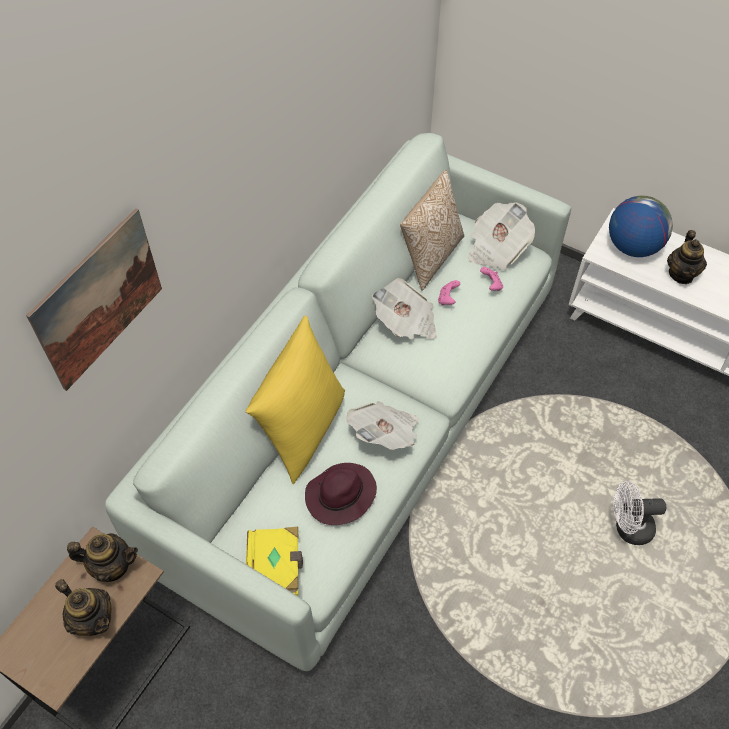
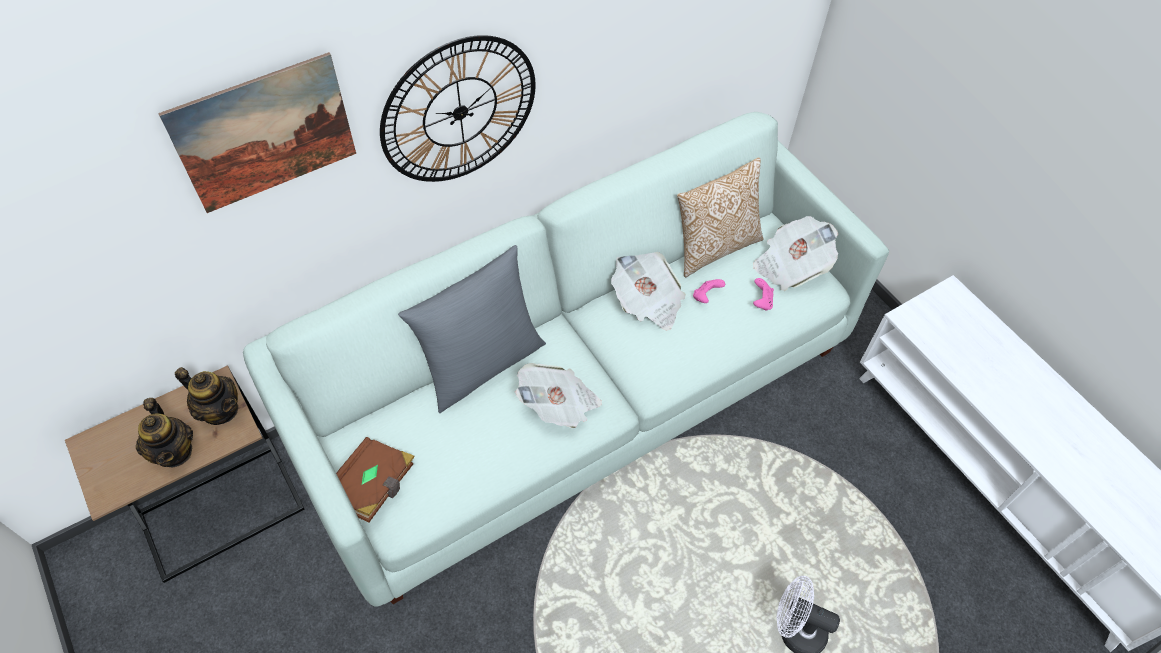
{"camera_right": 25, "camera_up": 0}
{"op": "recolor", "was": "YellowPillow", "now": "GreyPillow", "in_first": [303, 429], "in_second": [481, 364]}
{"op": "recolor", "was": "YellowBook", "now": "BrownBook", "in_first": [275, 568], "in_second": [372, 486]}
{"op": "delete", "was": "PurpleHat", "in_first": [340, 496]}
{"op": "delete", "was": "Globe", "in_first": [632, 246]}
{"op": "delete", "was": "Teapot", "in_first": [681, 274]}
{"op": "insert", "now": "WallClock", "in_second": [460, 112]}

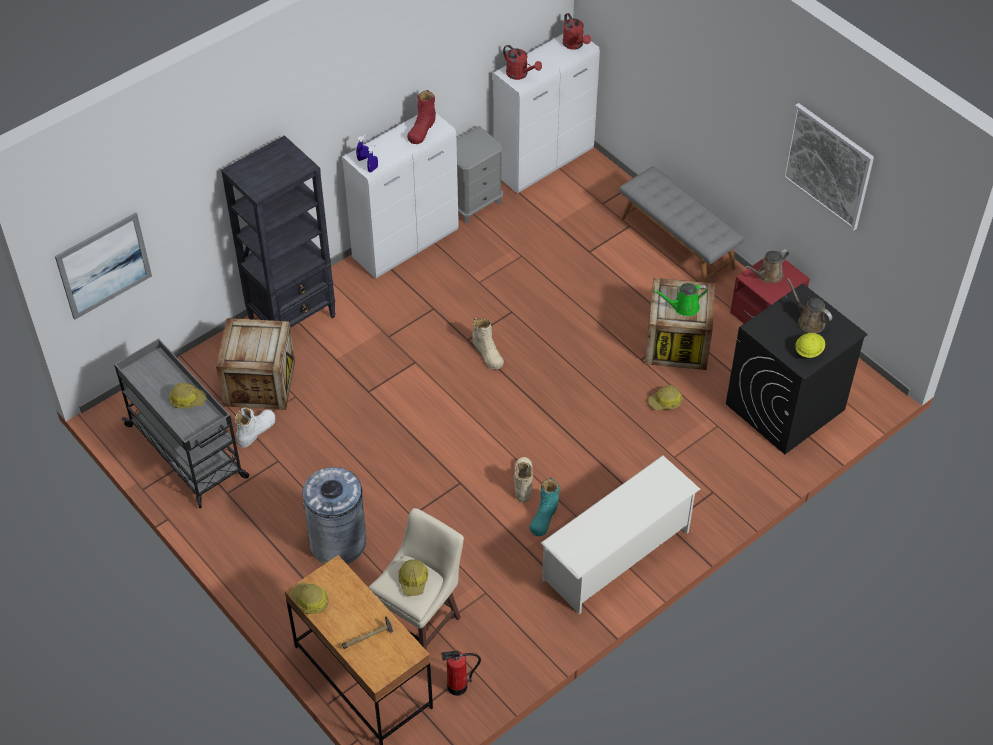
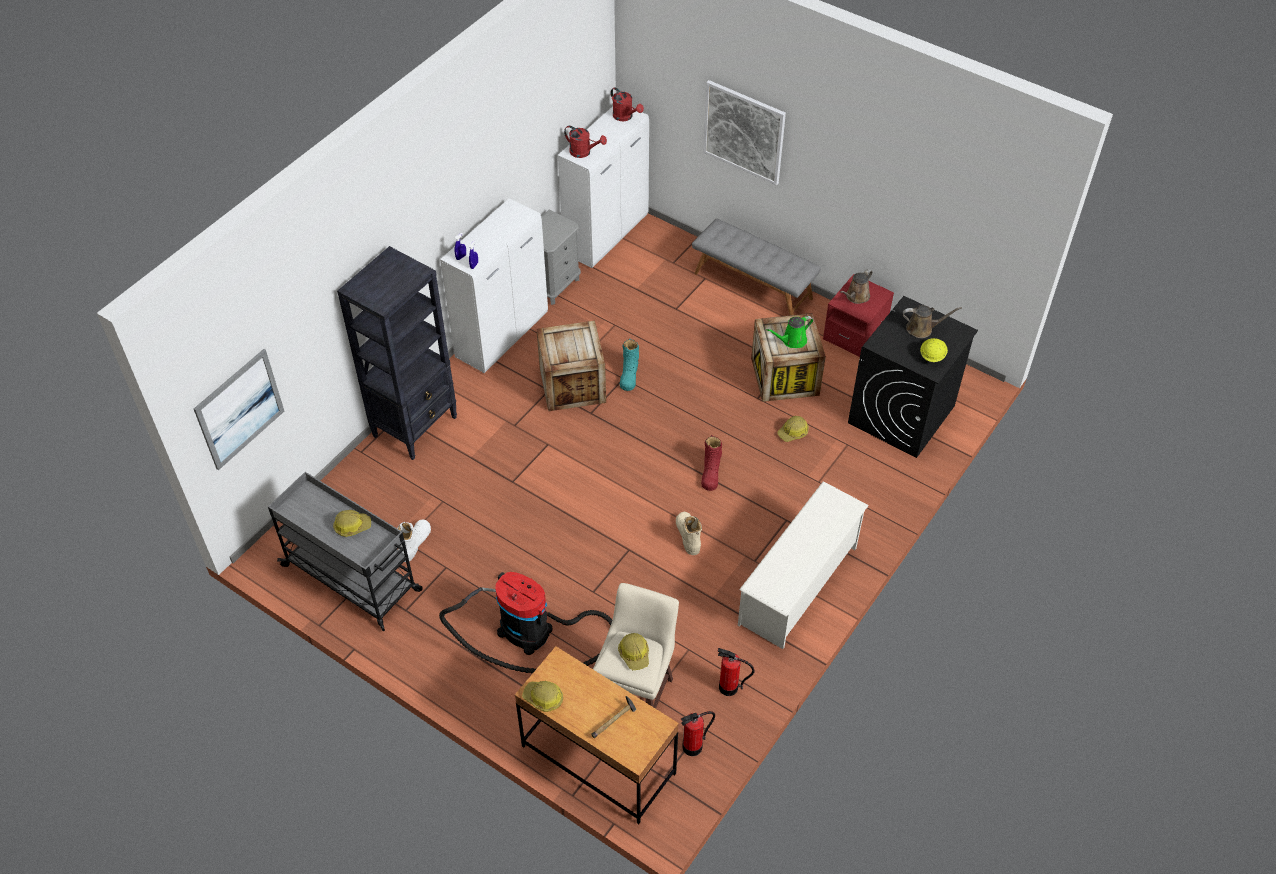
{"camera_right": -15, "camera_up": 0}
{"op": "move", "was": "Crate", "in_first": [260, 383], "in_second": [572, 385]}
{"op": "replace", "was": "GreyTrashCan", "now": "VacuumCleaner", "in_first": [338, 542], "in_second": [531, 633]}
{"op": "move", "was": "RedBoot", "in_first": [422, 129], "in_second": [711, 472]}
{"op": "delete", "was": "BeigeBoot", "in_first": [487, 353]}
{"op": "move", "was": "TurquoiseBoot", "in_first": [544, 516], "in_second": [629, 375]}
{"op": "move", "was": "Picture", "in_first": [828, 166], "in_second": [744, 132]}
{"op": "rotate", "was": "BrownWateringCan", "in_first": [809, 321], "in_second": [922, 329], "clockwise": 150}
{"op": "insert", "now": "FireExtinguisher", "in_second": [728, 687]}

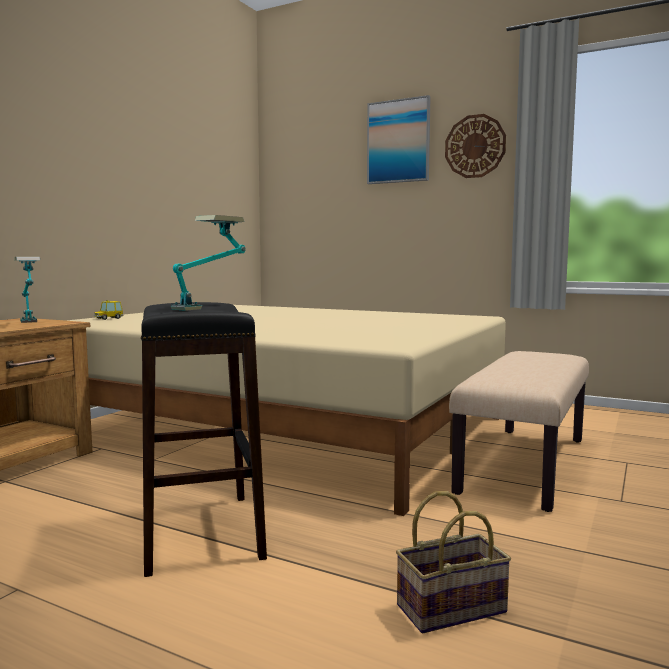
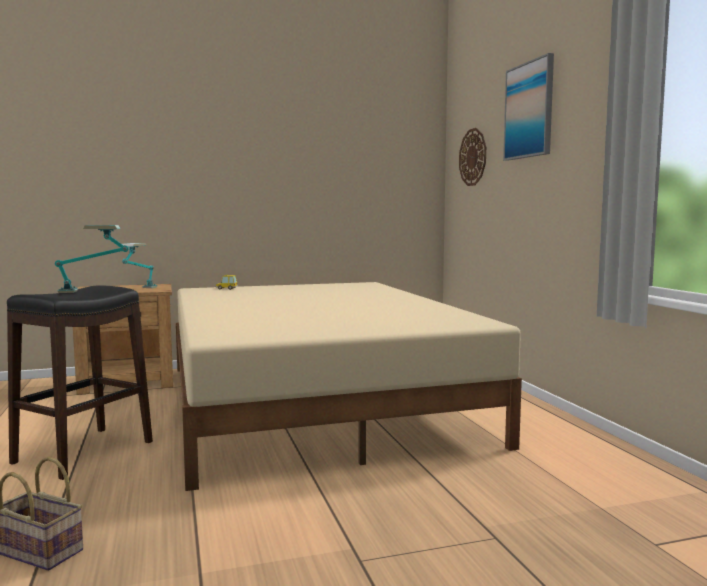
{"camera_right": 45, "camera_up": 0}
{"op": "move", "was": "WallClock", "in_first": [475, 146], "in_second": [473, 157]}
{"op": "delete", "was": "BeigeBench", "in_first": [523, 464]}

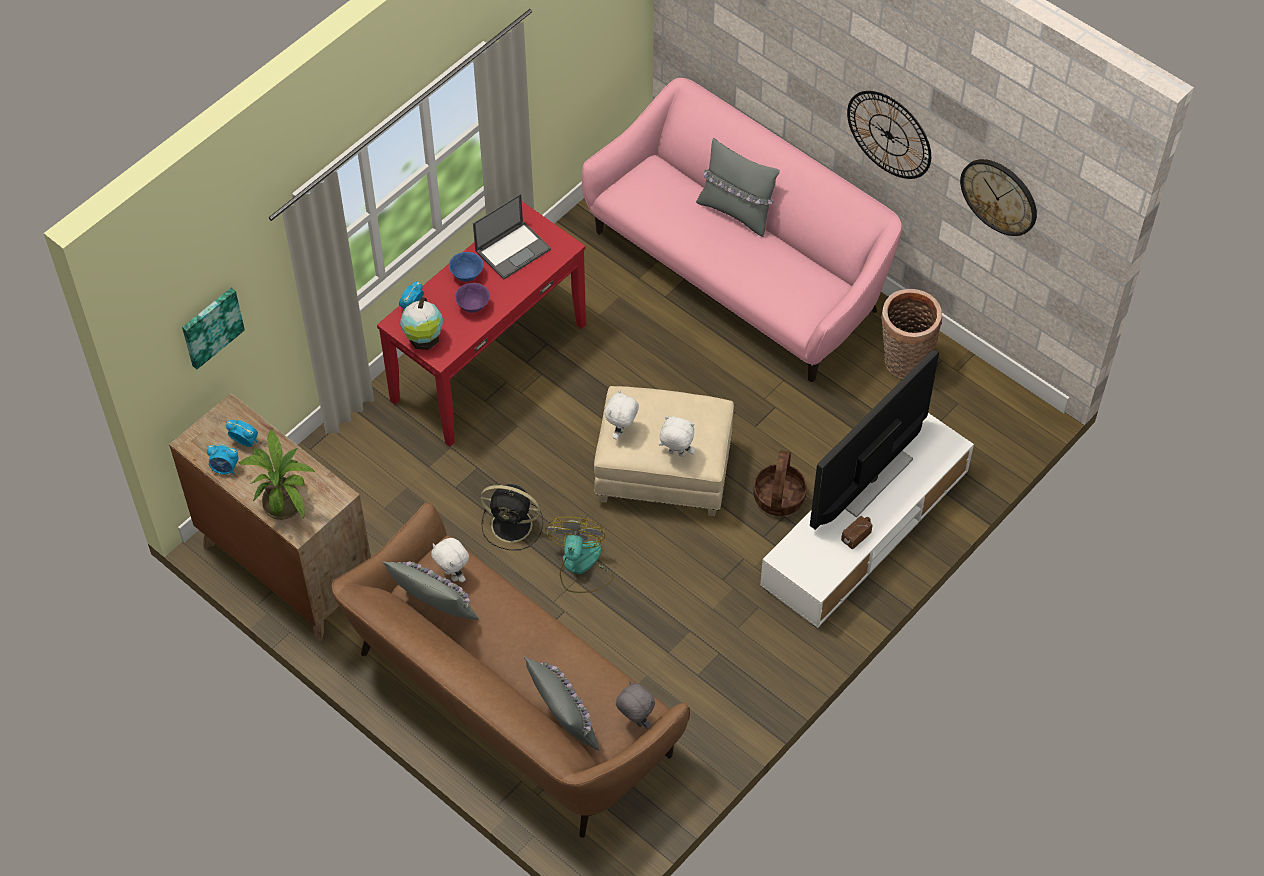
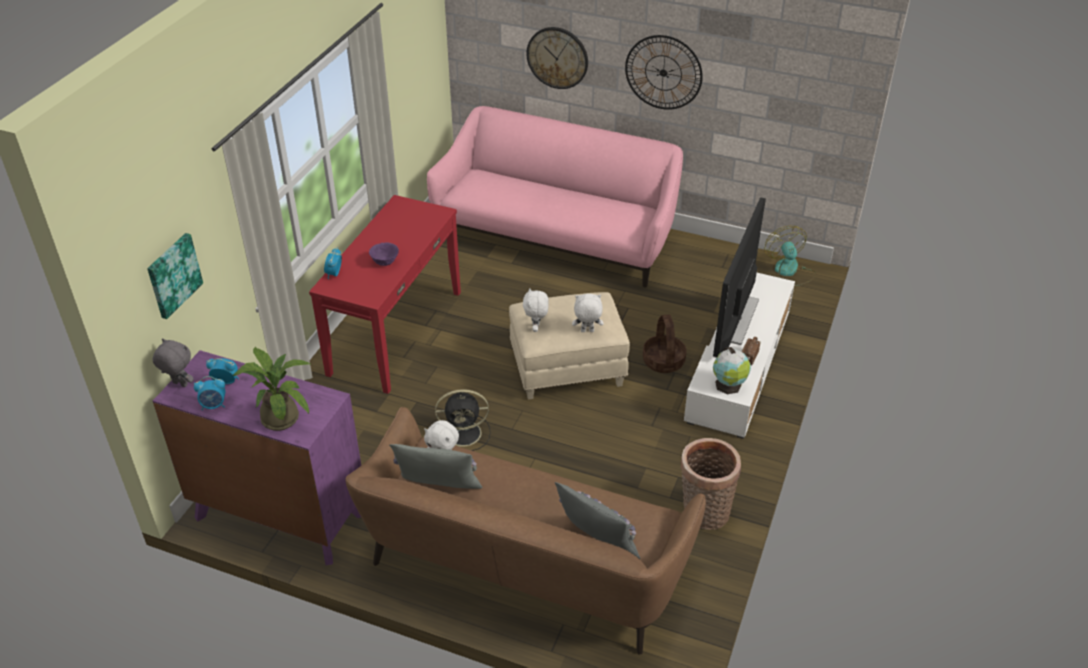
{"camera_right": -20, "camera_up": -15}
{"op": "recolor", "was": "BrownDresser", "now": "PurpleDresser", "in_first": [287, 567], "in_second": [279, 516]}
{"op": "move", "was": "Globe", "in_first": [424, 339], "in_second": [729, 386]}
{"op": "delete", "was": "BlueBowl", "in_first": [467, 275]}
{"op": "delete", "was": "Laptop", "in_first": [513, 249]}
{"op": "move", "was": "Fan", "in_first": [580, 566], "in_second": [789, 271]}
{"op": "move", "was": "GreyPlushToy", "in_first": [635, 721], "in_second": [179, 384]}
{"op": "delete", "was": "GreyPillow", "in_first": [736, 211]}
{"op": "move", "was": "Basket", "in_first": [904, 361], "in_second": [703, 513]}
{"op": "move", "was": "WallClock", "in_first": [999, 196], "in_second": [557, 57]}

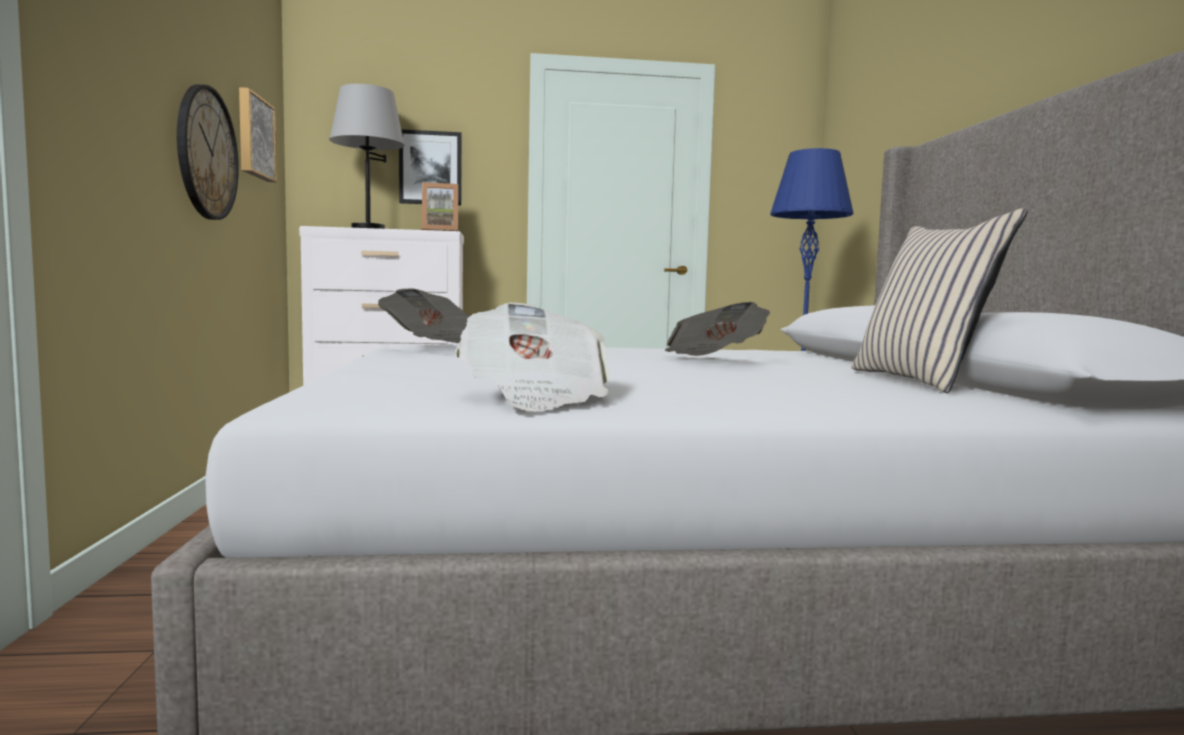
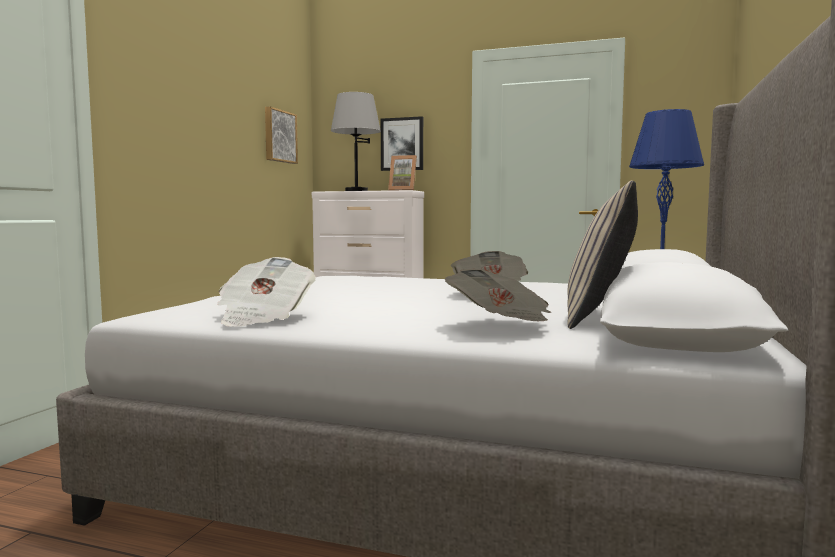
{"camera_right": 25, "camera_up": 0}
{"op": "delete", "was": "WallClock", "in_first": [206, 153]}
{"op": "move", "was": "Newspaper", "in_first": [432, 345], "in_second": [502, 327]}

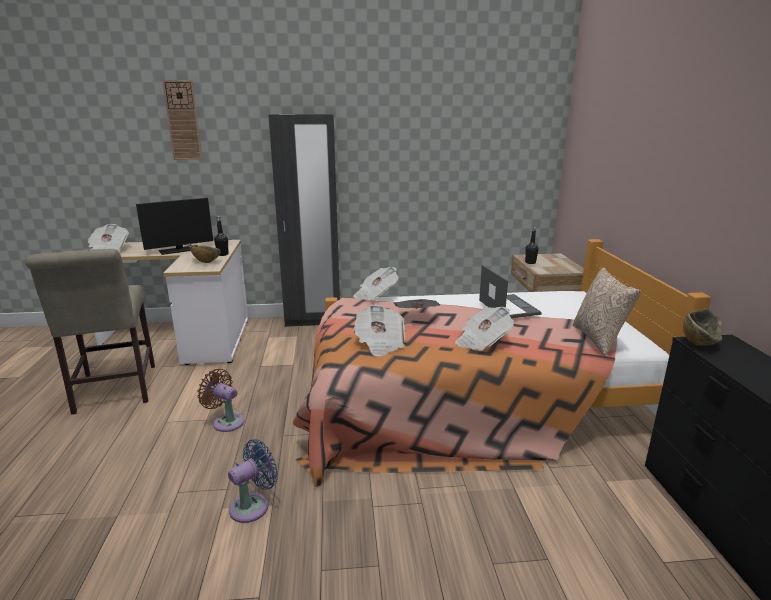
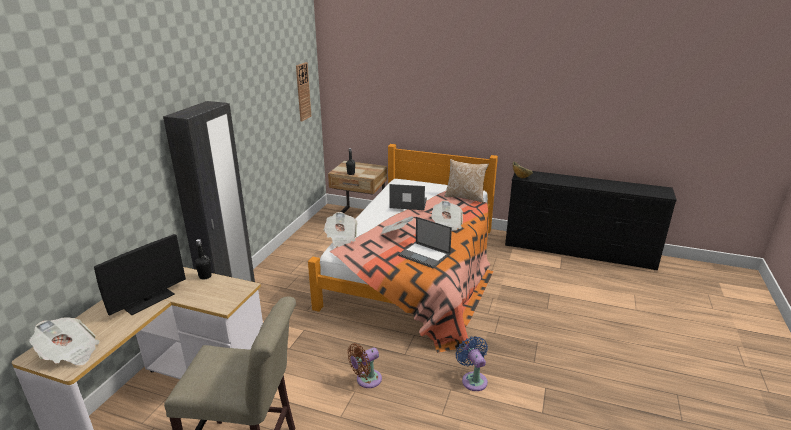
{"camera_right": -65, "camera_up": 5}
{"op": "rotate", "was": "Monitor", "in_first": [179, 250], "in_second": [148, 300], "clockwise": 45}
{"op": "move", "was": "WallClock", "in_first": [183, 121], "in_second": [303, 91]}
{"op": "delete", "was": "Bowl", "in_first": [205, 262]}
{"op": "replace", "was": "Newspaper", "now": "Laptop", "in_first": [380, 344], "in_second": [425, 255]}

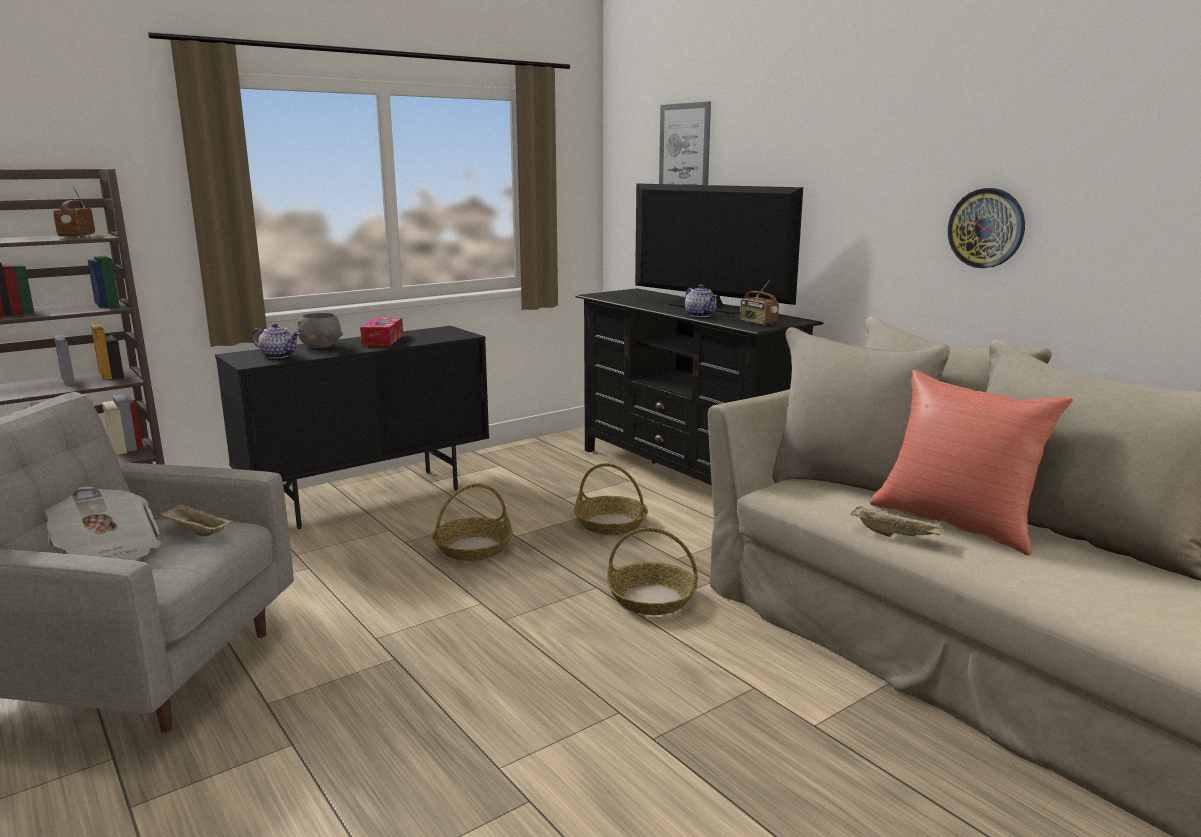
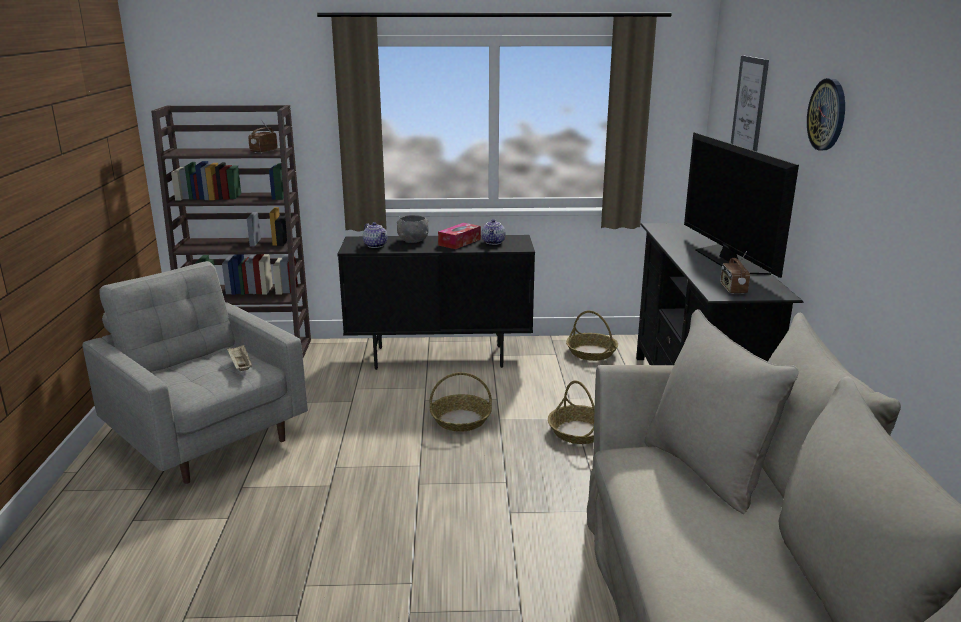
{"camera_right": 35, "camera_up": 5}
{"op": "delete", "was": "Newspaper", "in_first": [109, 553]}
{"op": "move", "was": "Basket", "in_first": [652, 598], "in_second": [591, 352]}
{"op": "move", "was": "Teapot", "in_first": [701, 315], "in_second": [494, 242]}
{"op": "delete", "was": "BeigeTray", "in_first": [897, 535]}
{"op": "delete", "was": "RedPillow", "in_first": [956, 522]}
{"op": "move", "was": "WallClock", "in_first": [986, 228], "in_second": [827, 114]}

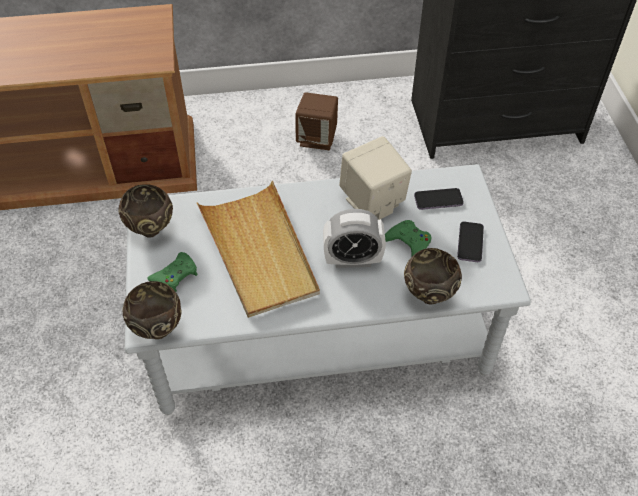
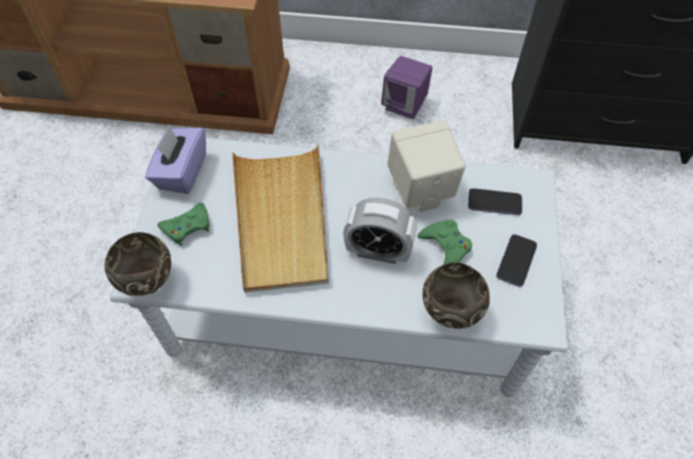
{"camera_right": 15, "camera_up": 5}
{"op": "replace", "was": "BrownBowl", "now": "PurpleTissueBox", "in_first": [152, 230], "in_second": [181, 172]}
{"op": "recolor", "was": "BrownSpeaker", "now": "PurpleSpeaker", "in_first": [317, 139], "in_second": [405, 105]}

